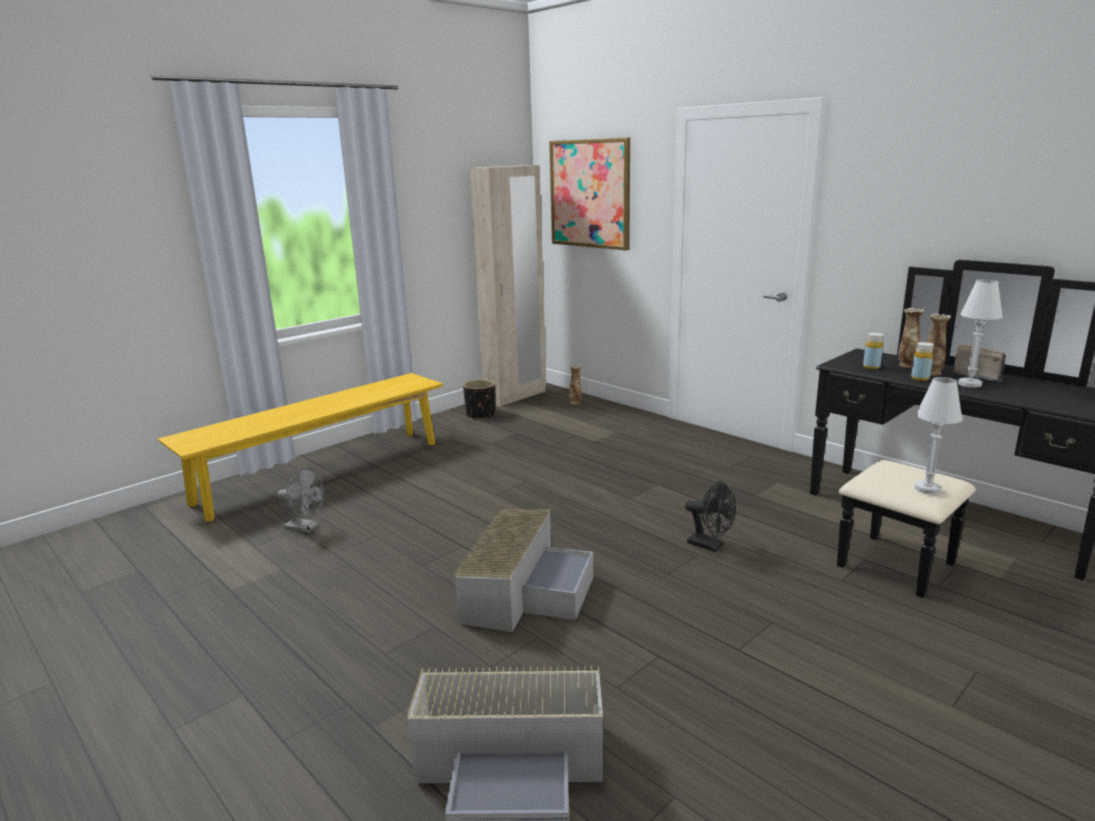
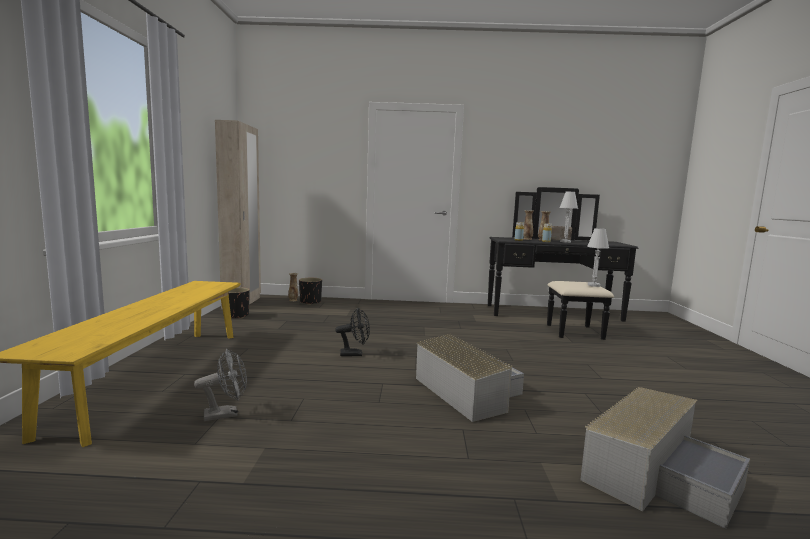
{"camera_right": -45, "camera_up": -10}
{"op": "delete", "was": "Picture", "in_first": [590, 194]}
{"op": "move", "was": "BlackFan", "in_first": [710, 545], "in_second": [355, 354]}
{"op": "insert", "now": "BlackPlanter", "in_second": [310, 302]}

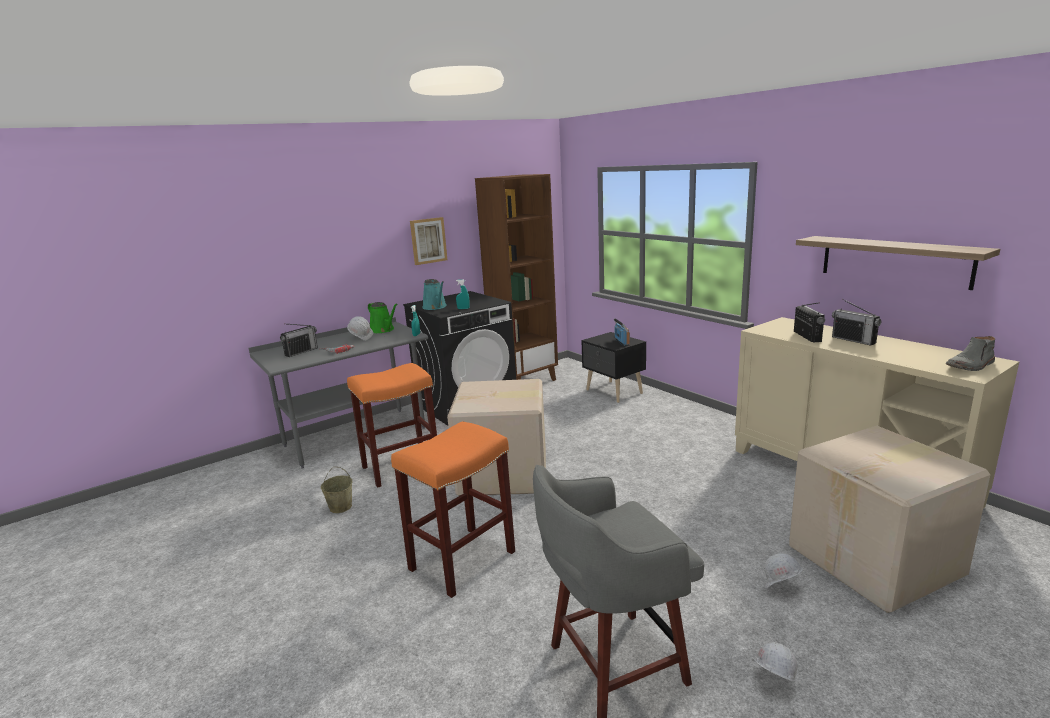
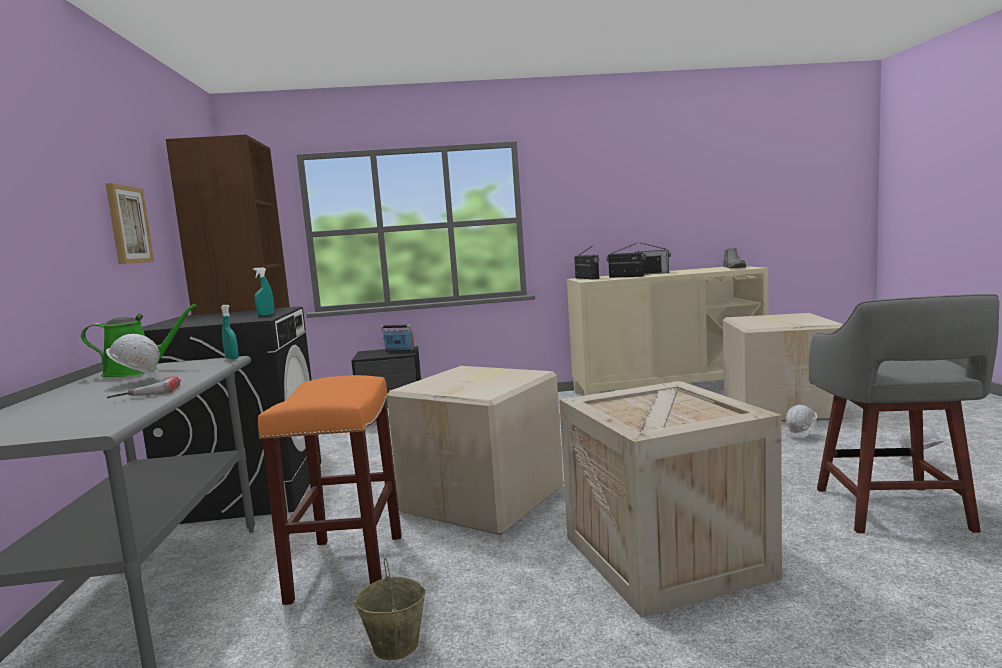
{"camera_right": -60, "camera_up": -10}
{"op": "move", "was": "Radio", "in_first": [301, 352], "in_second": [587, 278]}
{"op": "replace", "was": "OrangeStool", "now": "Crate", "in_first": [463, 559], "in_second": [662, 556]}
{"op": "delete", "was": "TurquoiseWateringCan", "in_first": [435, 307]}
{"op": "delete", "was": "Shelf", "in_first": [894, 261]}

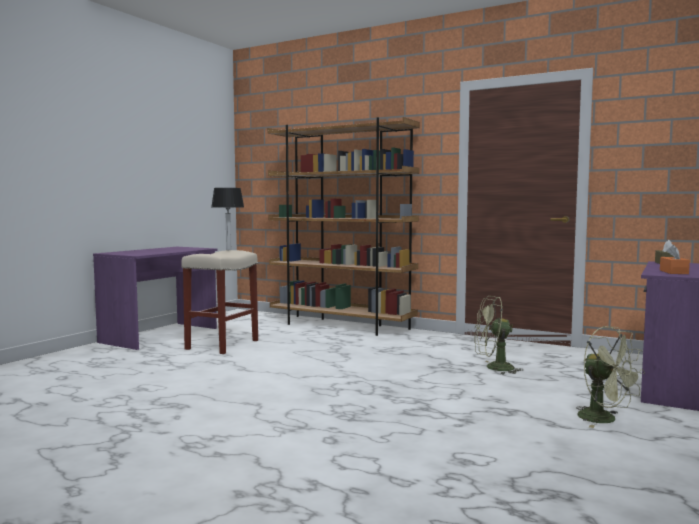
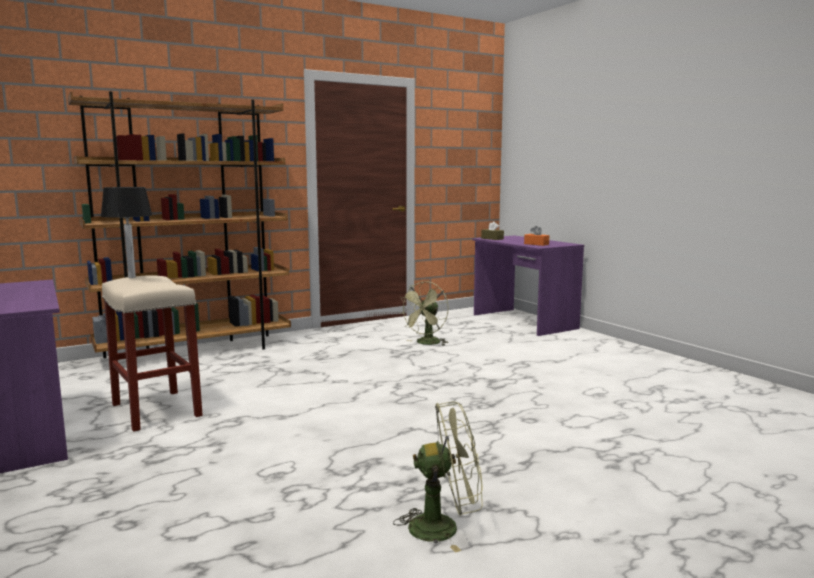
{"camera_right": -60, "camera_up": 5}
{"op": "move", "was": "GreenFan", "in_first": [605, 420], "in_second": [444, 527]}

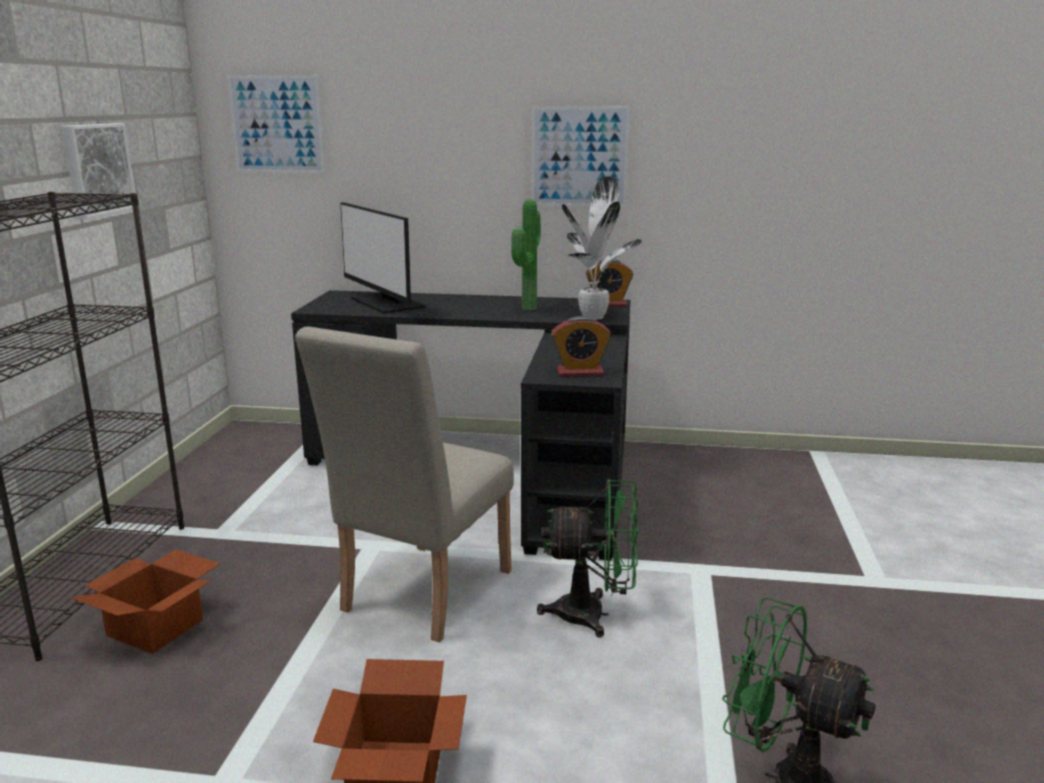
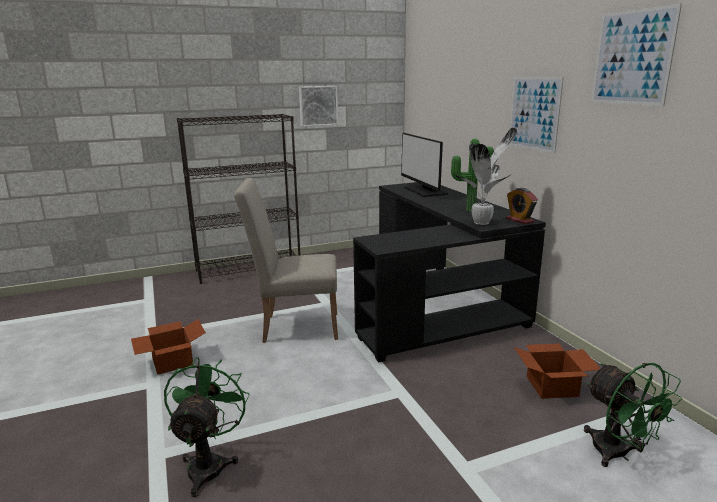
{"camera_right": 60, "camera_up": 0}
{"op": "move", "was": "CardboardBox", "in_first": [158, 627], "in_second": [553, 387]}
{"op": "move", "was": "Picture", "in_first": [276, 124], "in_second": [632, 57]}
{"op": "rotate", "was": "Monitor", "in_first": [386, 303], "in_second": [424, 191], "clockwise": -45}
{"op": "move", "was": "GreenFan", "in_first": [593, 615], "in_second": [618, 454]}
{"op": "delete", "was": "AlarmClock", "in_first": [580, 372]}

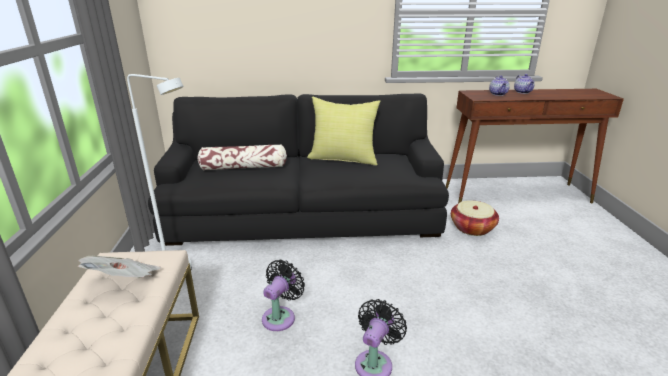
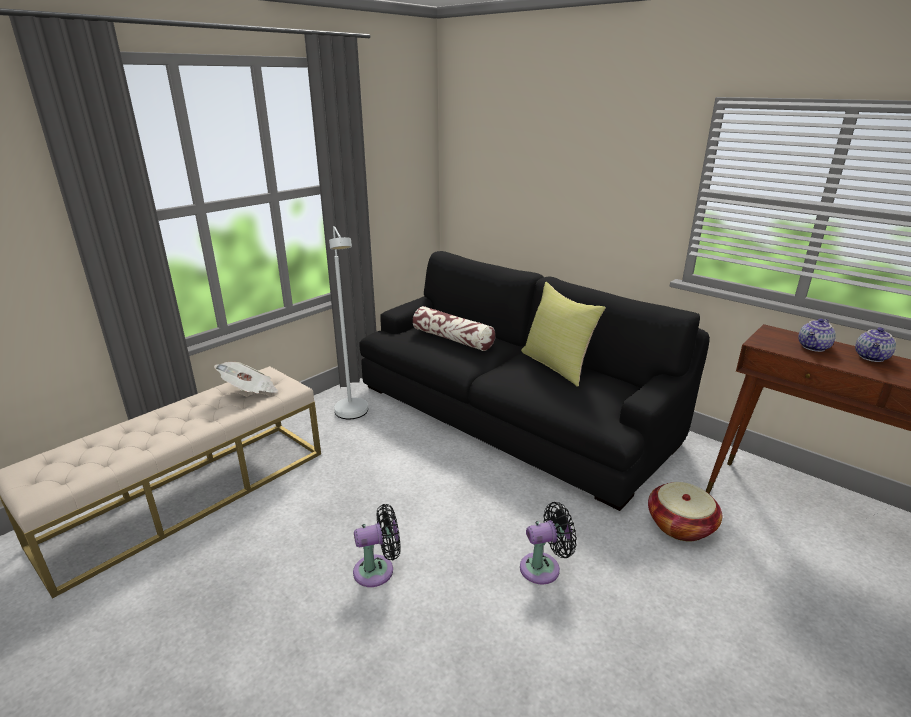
{"camera_right": 45, "camera_up": 0}
{"op": "move", "was": "BlackFan", "in_first": [281, 316], "in_second": [544, 567]}

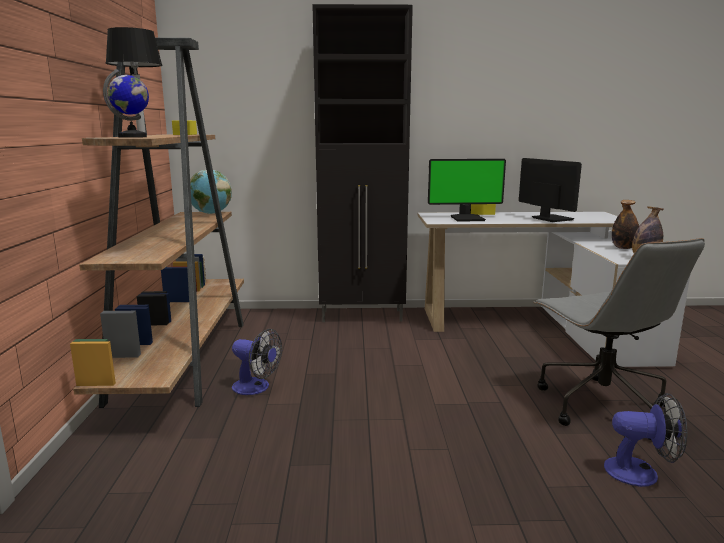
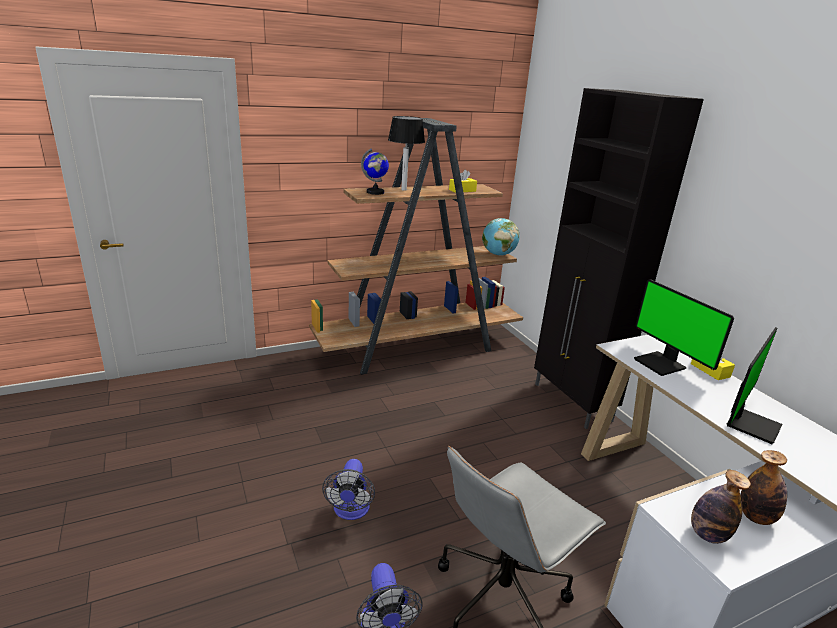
{"camera_right": 65, "camera_up": 10}
{"op": "move", "was": "Fan", "in_first": [256, 388], "in_second": [350, 511]}

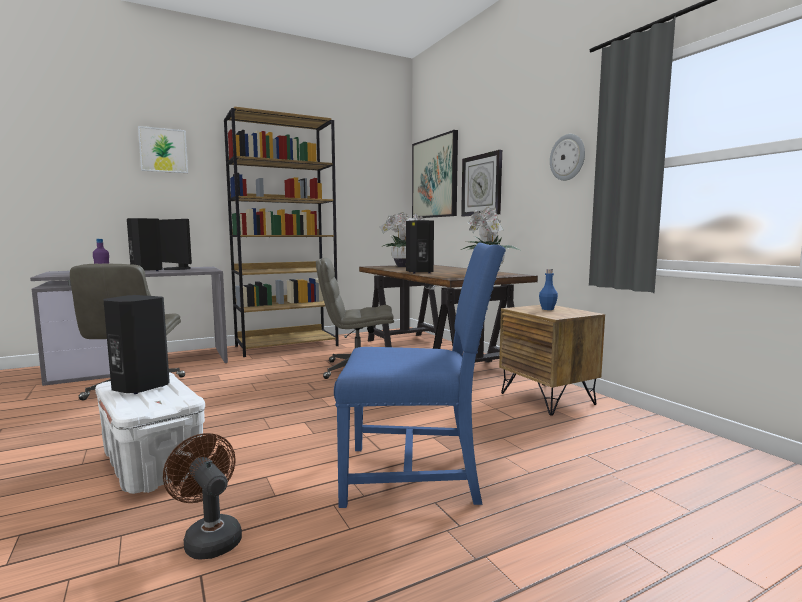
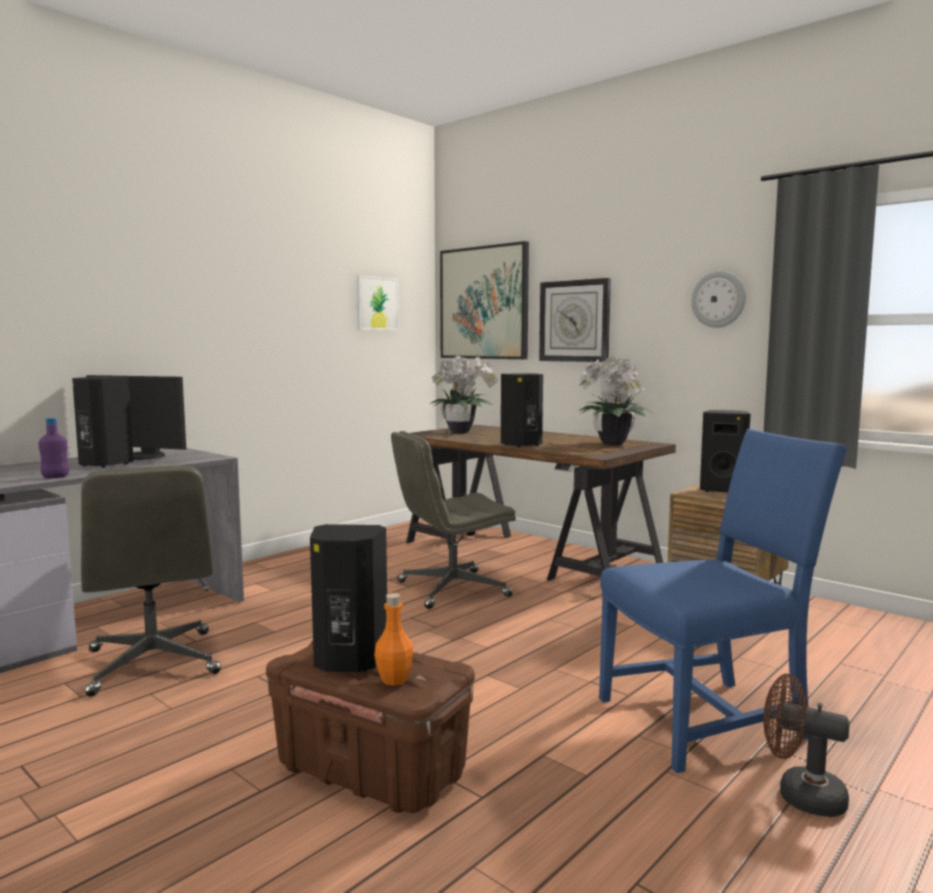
{"camera_right": -20, "camera_up": 0}
{"op": "recolor", "was": "WhiteStorageBox", "now": "BrownStorageBox", "in_first": [154, 465], "in_second": [373, 771]}
{"op": "move", "was": "Picture", "in_first": [163, 150], "in_second": [377, 303]}
{"op": "move", "was": "BrownFan", "in_first": [209, 537], "in_second": [800, 795]}
{"op": "delete", "was": "BrownBookcase", "in_first": [287, 346]}
{"op": "replace", "was": "BlueBottle", "now": "BlackSpeaker", "in_first": [547, 309], "in_second": [723, 490]}
{"op": "insert", "now": "OrangeBottle", "in_second": [394, 680]}

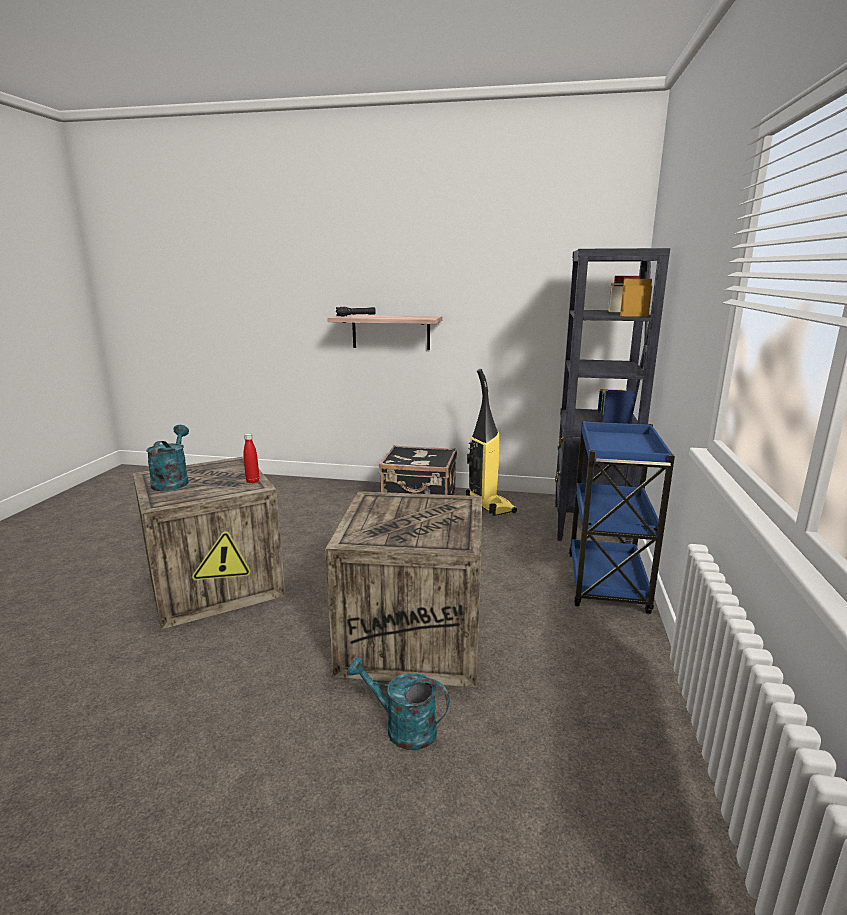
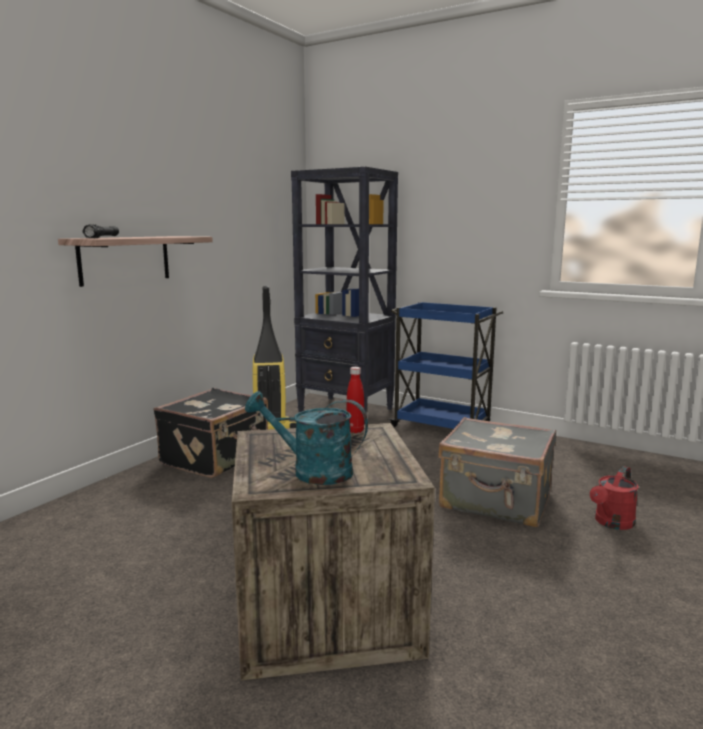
{"camera_right": -70, "camera_up": -5}
{"op": "replace", "was": "Crate", "now": "GreySuitcase", "in_first": [414, 639], "in_second": [496, 502]}
{"op": "recolor", "was": "TurquoiseWateringCan", "now": "RedWateringCan", "in_first": [402, 728], "in_second": [611, 523]}

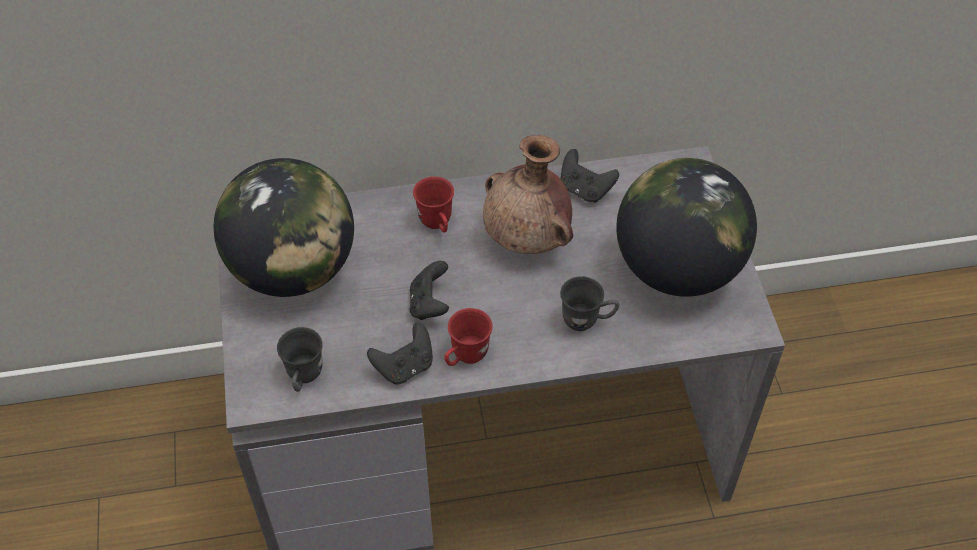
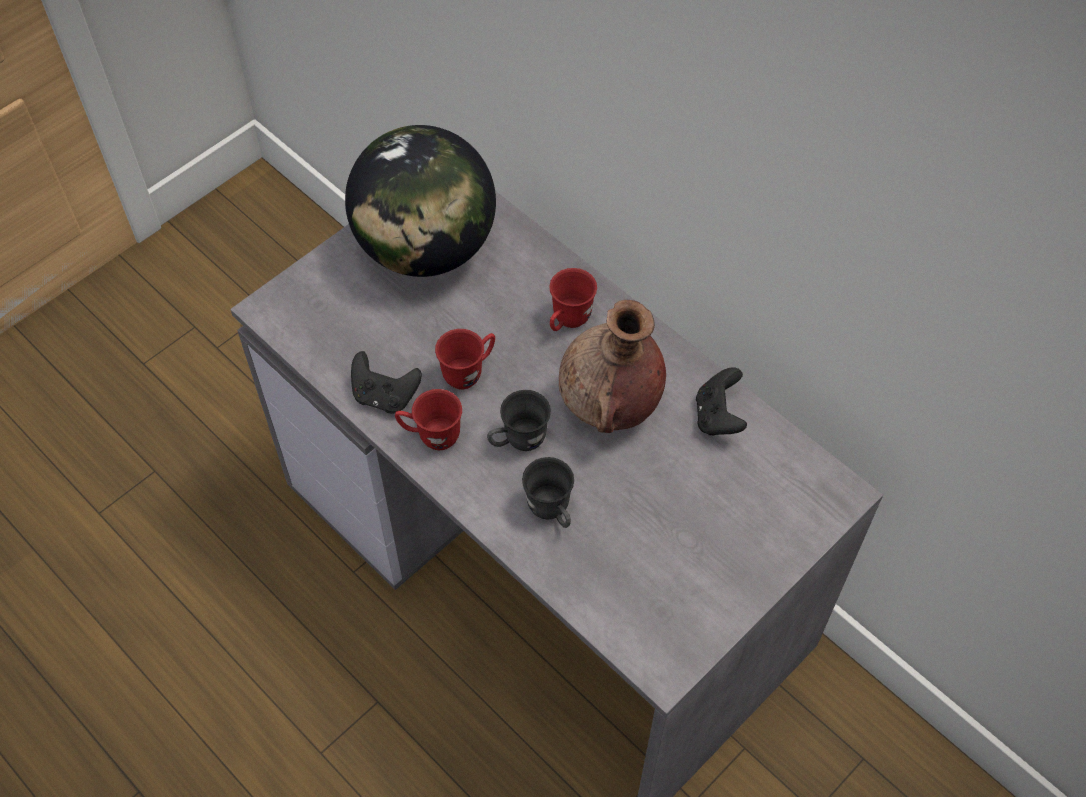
{"camera_right": 55, "camera_up": 5}
{"op": "move", "was": "GreyMug", "in_first": [304, 378], "in_second": [518, 442]}
{"op": "replace", "was": "BlackGameController", "now": "RedMug", "in_first": [429, 304], "in_second": [469, 372]}
{"op": "delete", "was": "Globe", "in_first": [677, 269]}

